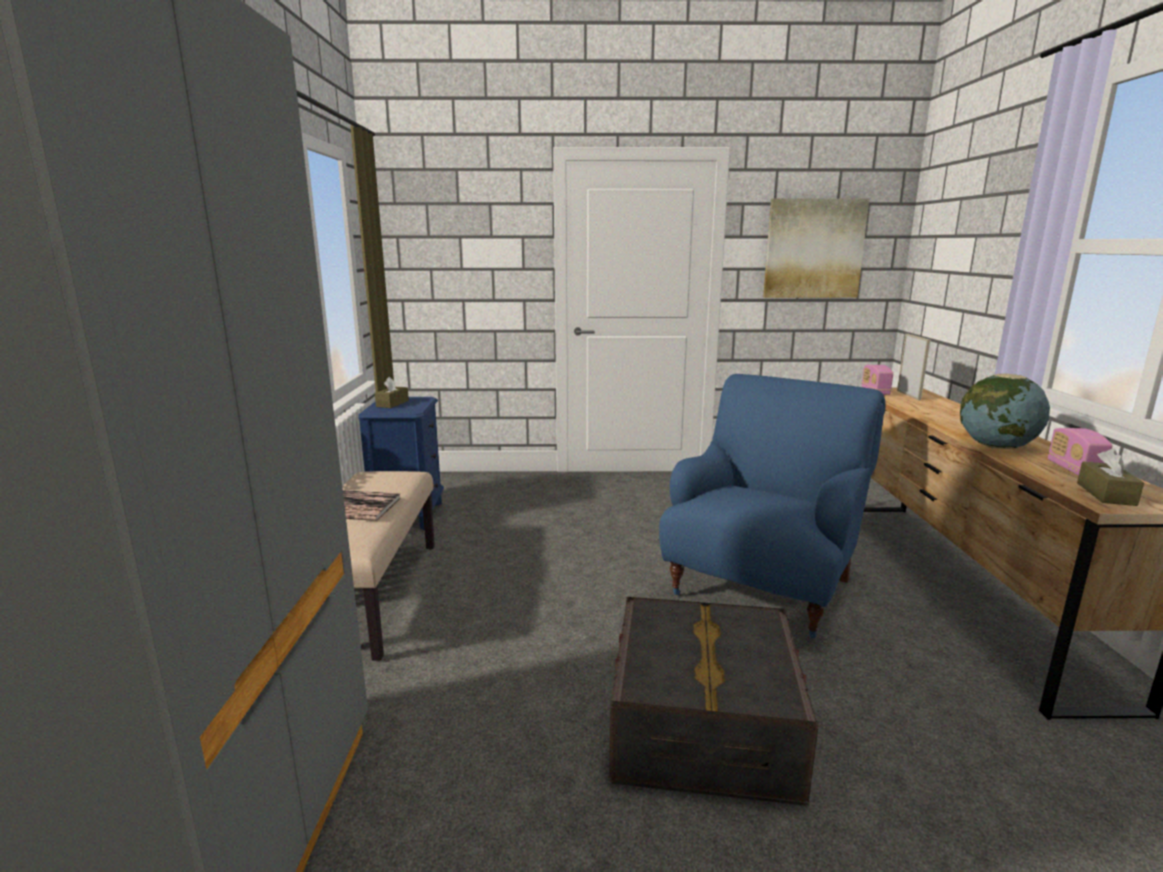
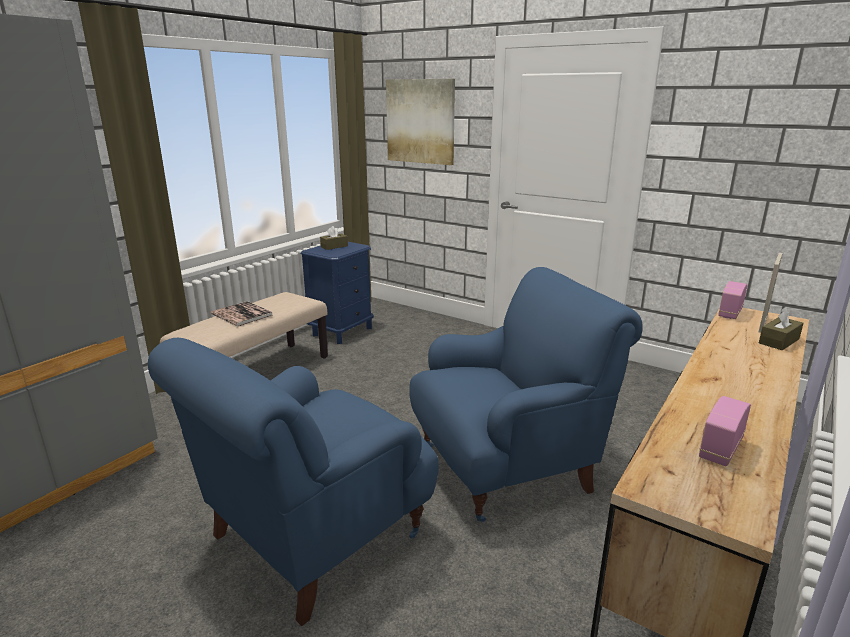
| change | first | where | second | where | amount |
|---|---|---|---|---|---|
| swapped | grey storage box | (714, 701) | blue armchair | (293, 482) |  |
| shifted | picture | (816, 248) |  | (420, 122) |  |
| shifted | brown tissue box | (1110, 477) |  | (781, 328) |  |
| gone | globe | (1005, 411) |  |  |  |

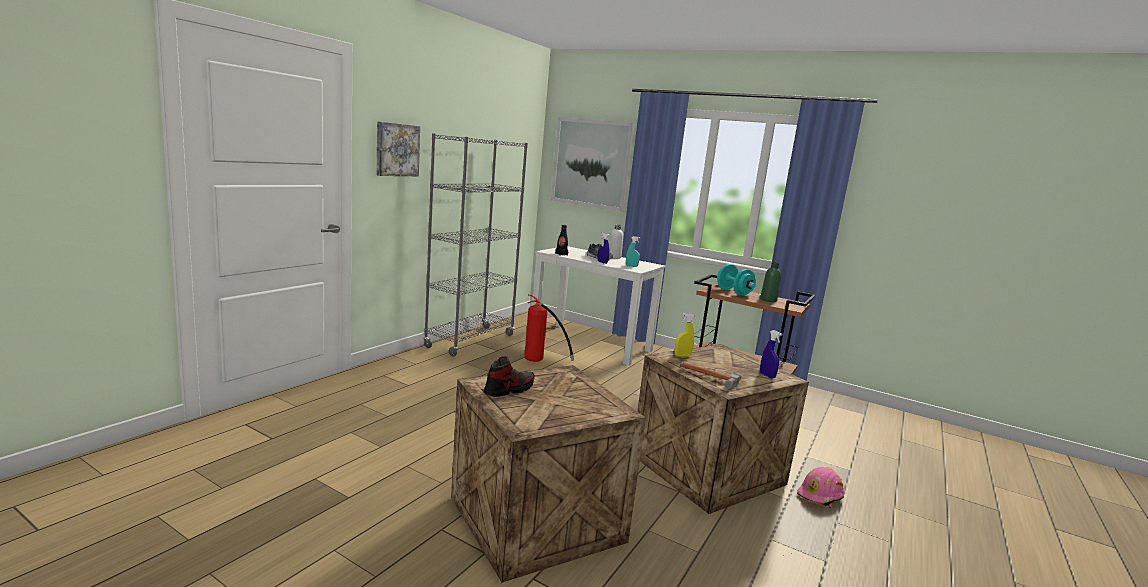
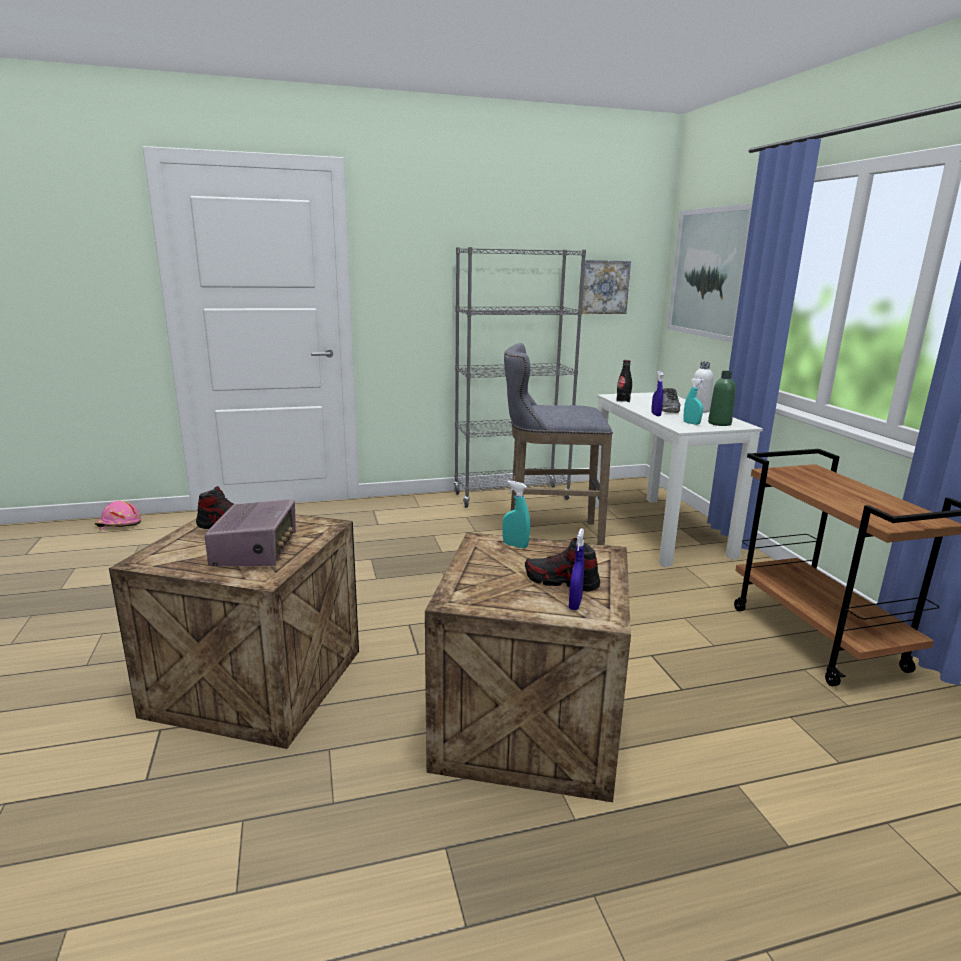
| change | first | where | second | where | amount |
|---|---|---|---|---|---|
| shifted | pink hard hat | (821, 487) |  | (118, 515) |  |
| new |  |  | radio | (250, 532) |  |
| repainted | yellow spray bottle | (685, 335) | turquoise spray bottle | (516, 514) |  |
| swapped | fire extinguisher | (549, 328) | grey stool | (558, 444) |  |
| new |  |  | shoe | (562, 565) |  |
| shifted | picture | (398, 149) |  | (604, 287) |  |
| shifted | green bottle | (770, 282) |  | (722, 398) |  |
| gone | hammer | (711, 375) |  |  |  |
| gone | turquoise dumbbell | (736, 280) |  |  |  |

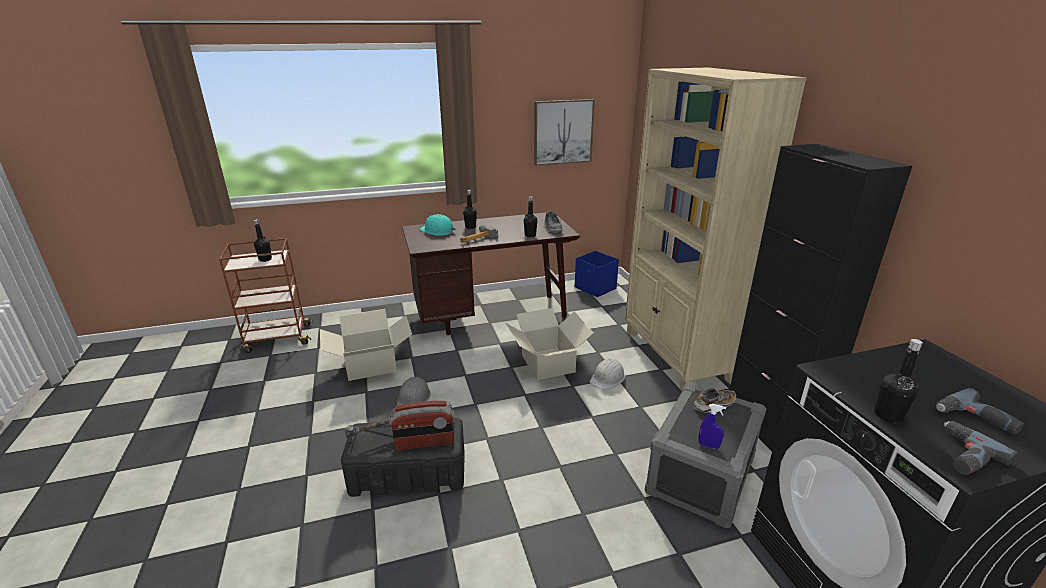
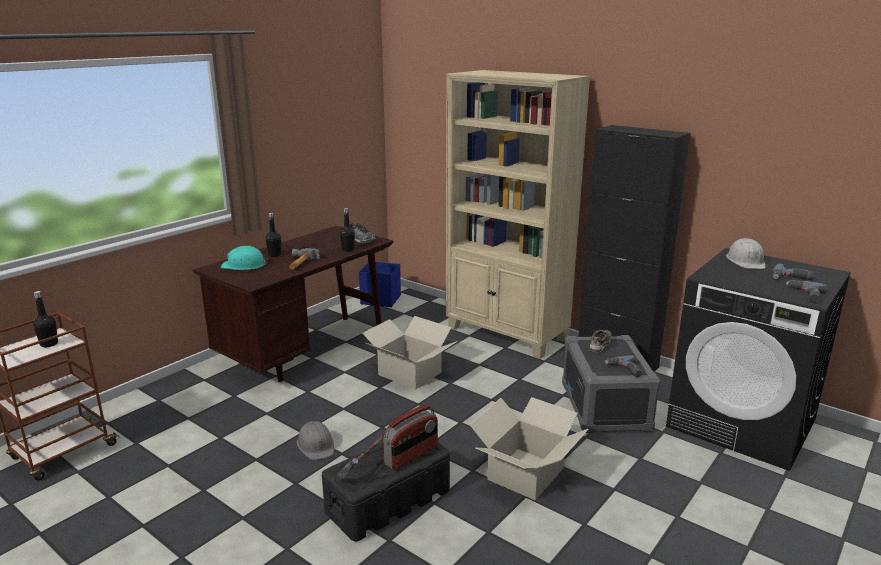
| change | first | where | second | where | amount |
|---|---|---|---|---|---|
| shifted | cardboard box | (366, 345) |  | (529, 448) |  |
| swapped | blue spray bottle | (712, 426) | power drill | (623, 366) |  |
| shifted | white hard hat | (607, 374) |  | (745, 253) |  |
| gone | picture | (564, 132) |  |  |  |
| gone | black bottle | (898, 381) |  |  |  |

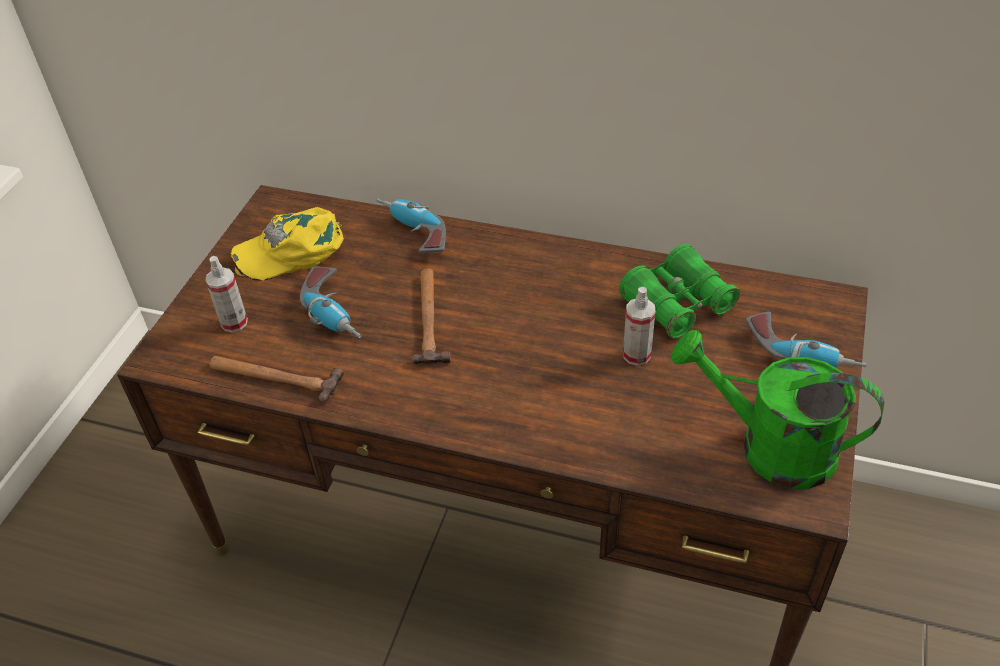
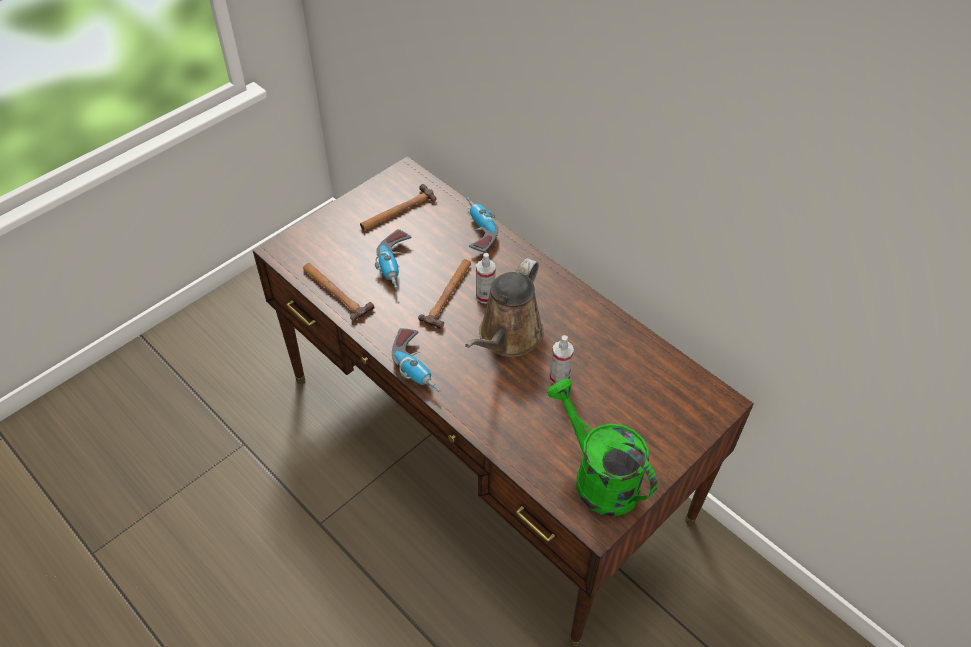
| change | first | where | second | where | amount |
|---|---|---|---|---|---|
| swapped | yellow cap | (287, 243) | hammer | (398, 207) |  |
| shifted | power drill | (806, 340) |  | (416, 360) |  |
| new |  |  | brown watering can | (504, 307) |  |
| shifted | spray bottle | (226, 294) |  | (486, 278) |  |
| gone | green binoculars | (679, 291) |  |  |  |

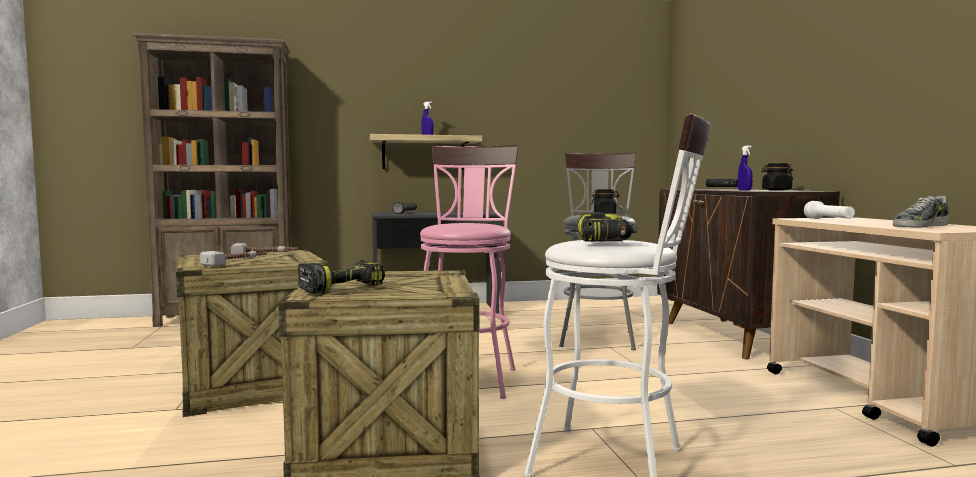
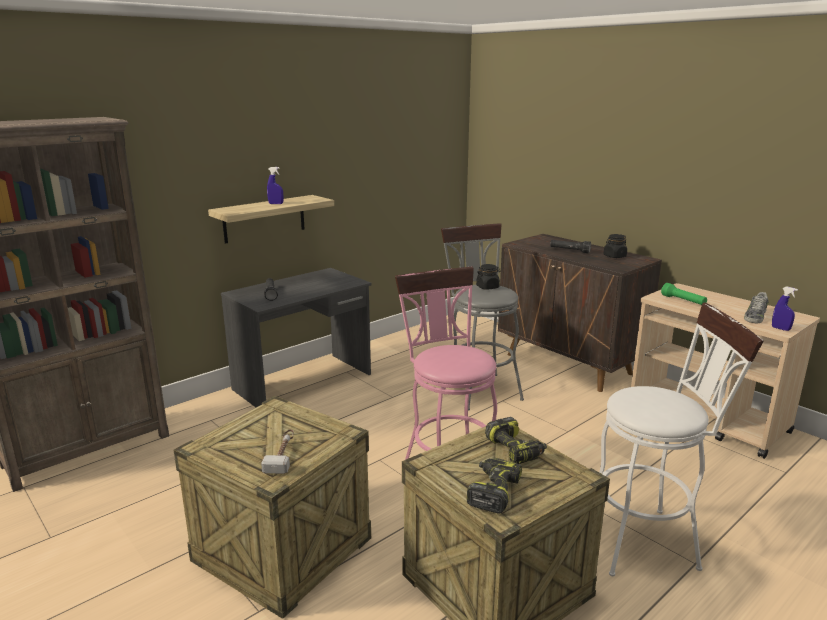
| change | first | where | second | where | amount |
|---|---|---|---|---|---|
| shifted | power drill | (607, 227) |  | (516, 440) |  |
| repainted | white flashlight | (829, 210) | green flashlight | (684, 294) |  |
| shifted | blue spray bottle | (745, 168) |  | (785, 308) |  |
| gone | hammer | (264, 248) |  |  |  |

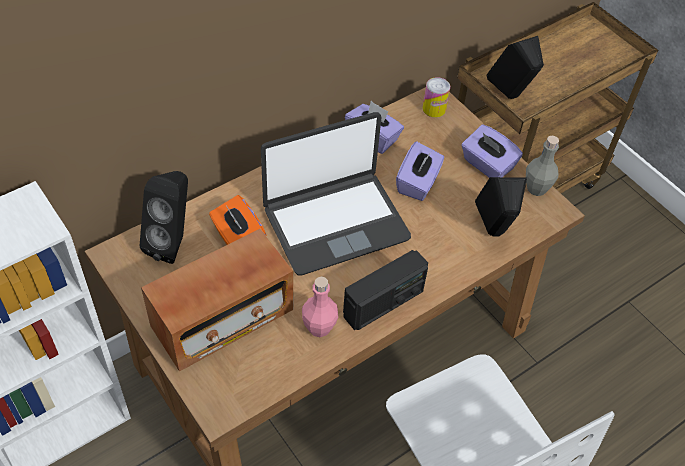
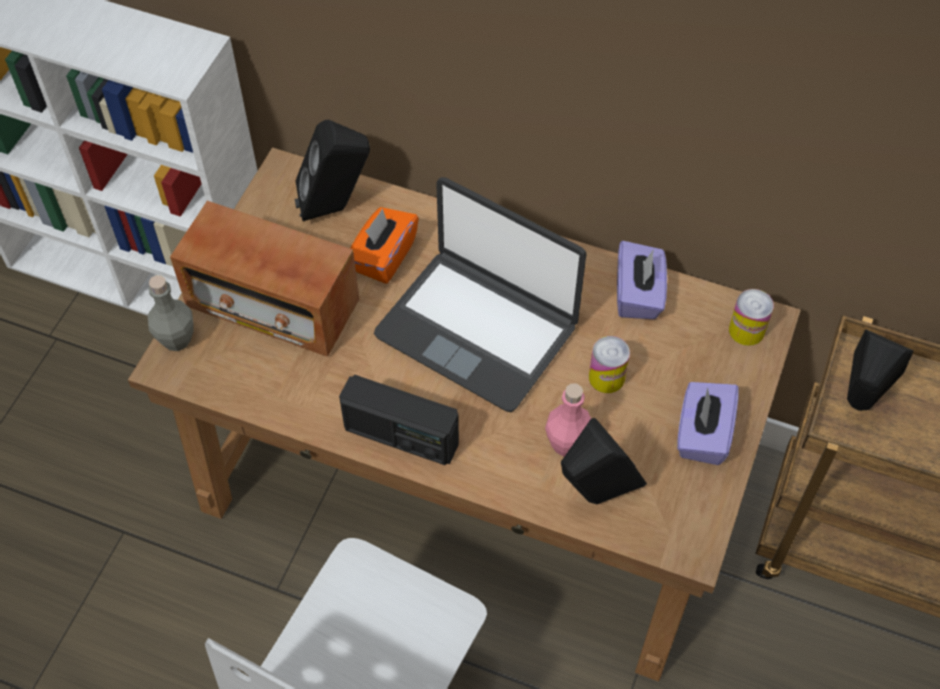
| change | first | where | second | where | amount |
|---|---|---|---|---|---|
| shifted | grey bottle | (542, 165) |  | (170, 313) |  |
| shifted | pink bottle | (320, 307) |  | (568, 420) |  |
| swapped | purple tissue box | (420, 171) | can | (609, 364) |  |

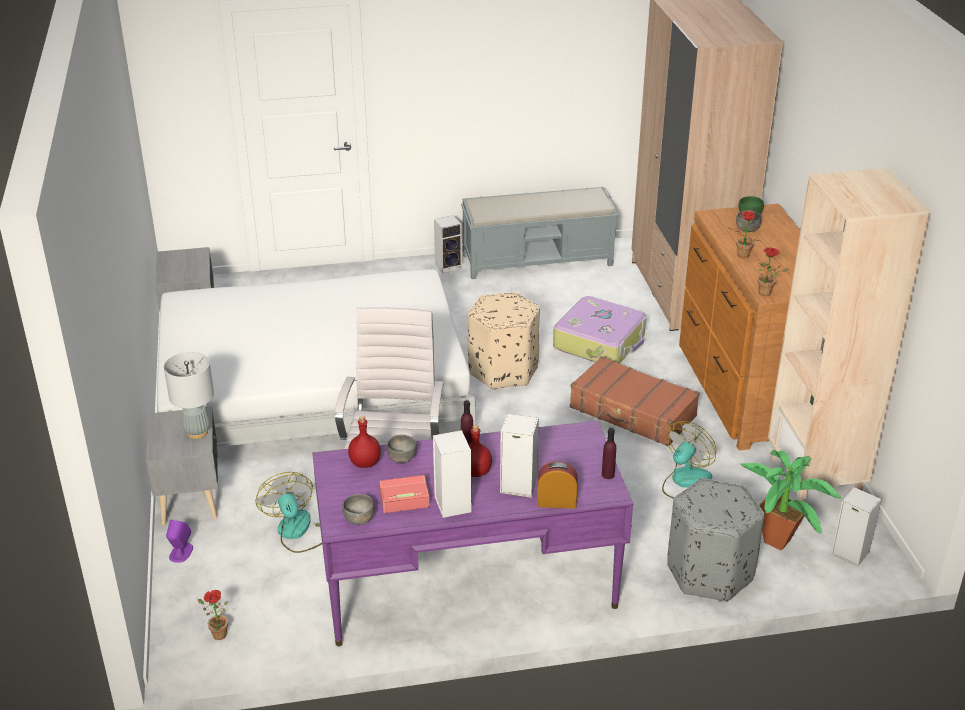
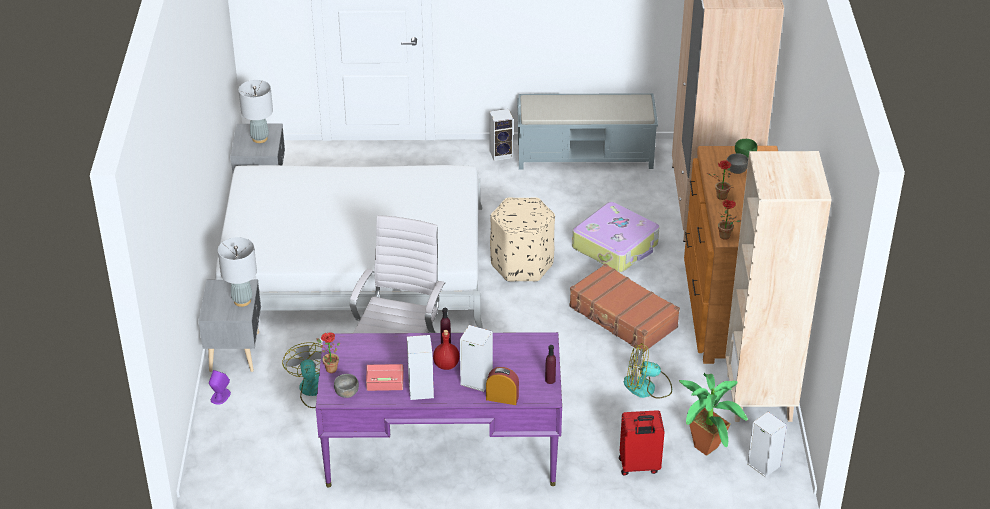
| change | first | where | second | where | amount |
|---|---|---|---|---|---|
| new |  |  | grey table lamp | (255, 111) |  |
| shifted | potted plant | (213, 615) |  | (328, 352) |  |
| swapped | grey ottoman | (715, 540) | red suitcase | (642, 443) |  |
| rotated | fan | (689, 460) |  | (648, 371) | 135 degrees counterclockwise |
| gone | red bottle | (364, 442) |  |  |  |
| gone | grey bowl | (402, 448) |  |  |  |

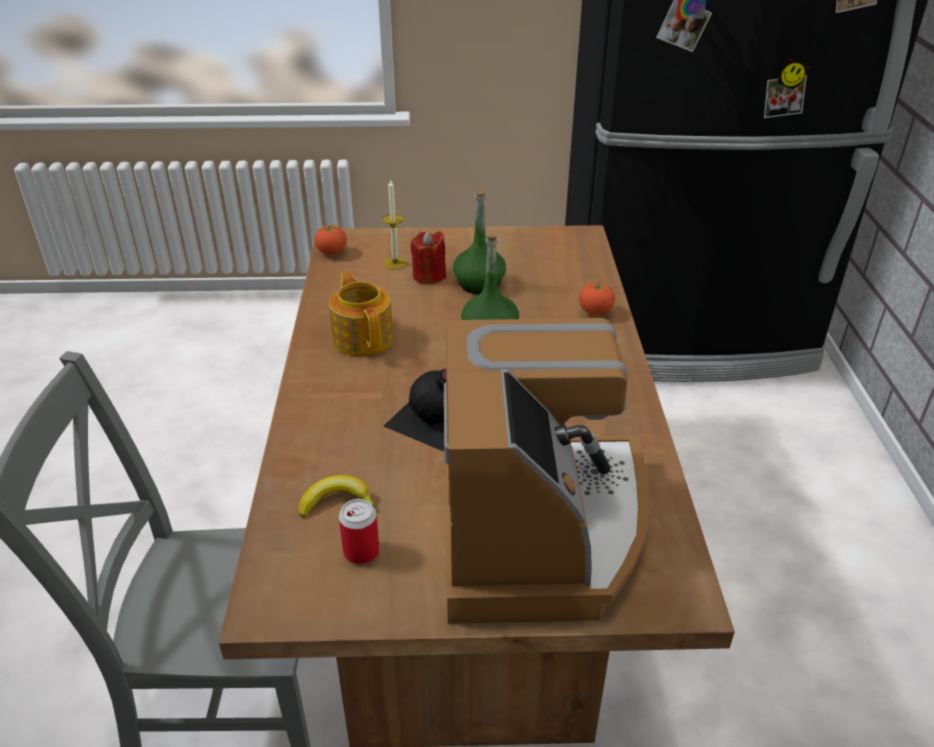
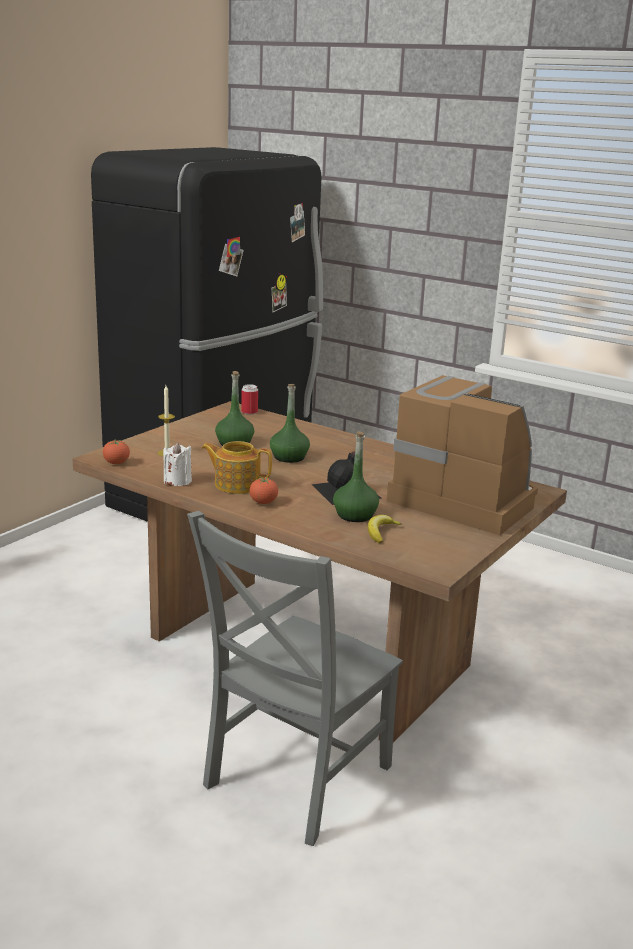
| change | first | where | second | where | amount |
|---|---|---|---|---|---|
| new |  |  | white candle | (177, 464) |  |
| shifted | can | (359, 531) |  | (249, 399) |  |
| shifted | tomato | (597, 298) |  | (263, 490) |  |
| new |  |  | green bottle | (356, 476) |  |
| gone | red candle | (428, 257) |  |  |  |

